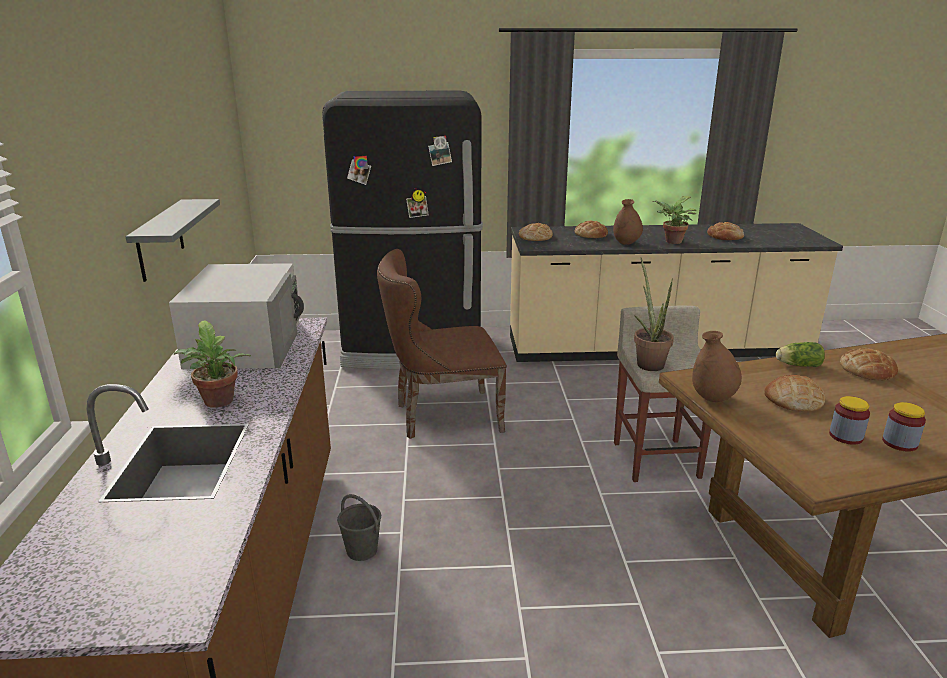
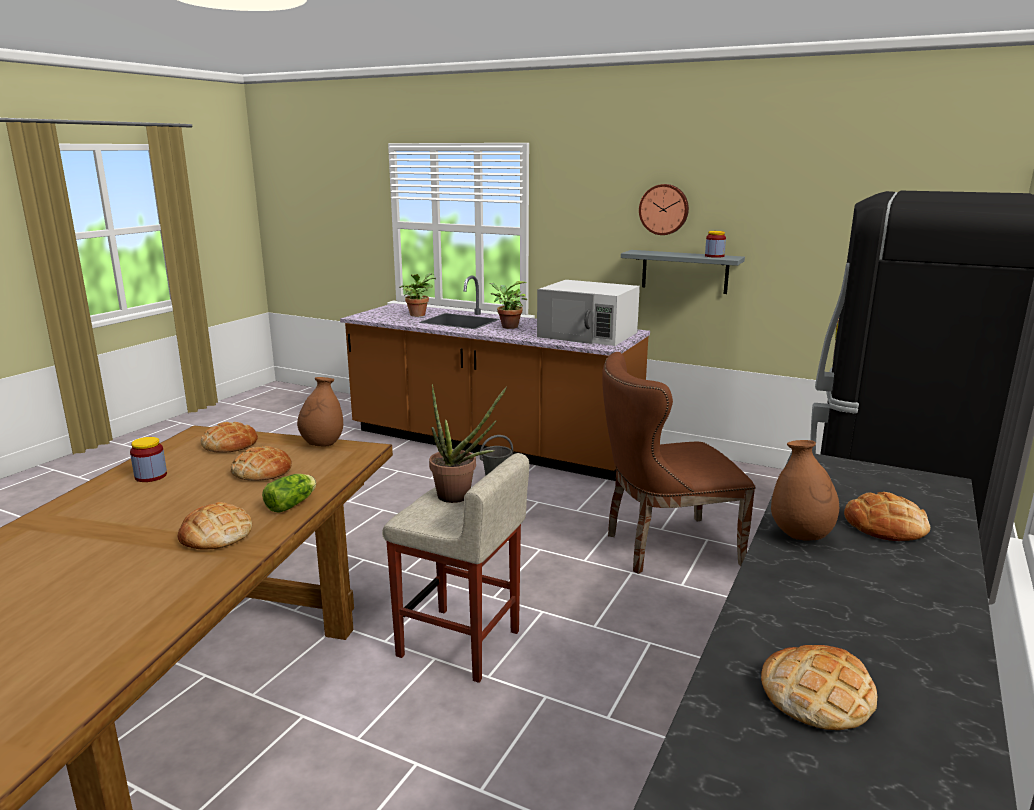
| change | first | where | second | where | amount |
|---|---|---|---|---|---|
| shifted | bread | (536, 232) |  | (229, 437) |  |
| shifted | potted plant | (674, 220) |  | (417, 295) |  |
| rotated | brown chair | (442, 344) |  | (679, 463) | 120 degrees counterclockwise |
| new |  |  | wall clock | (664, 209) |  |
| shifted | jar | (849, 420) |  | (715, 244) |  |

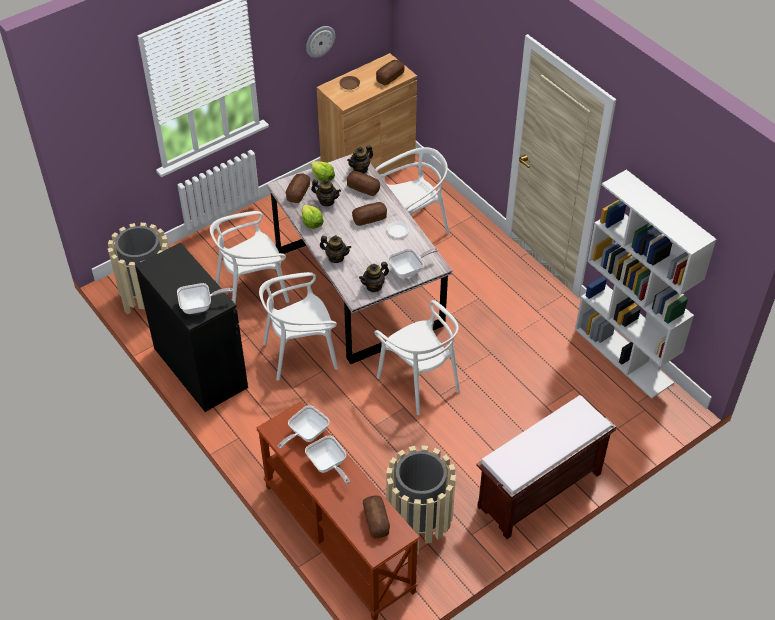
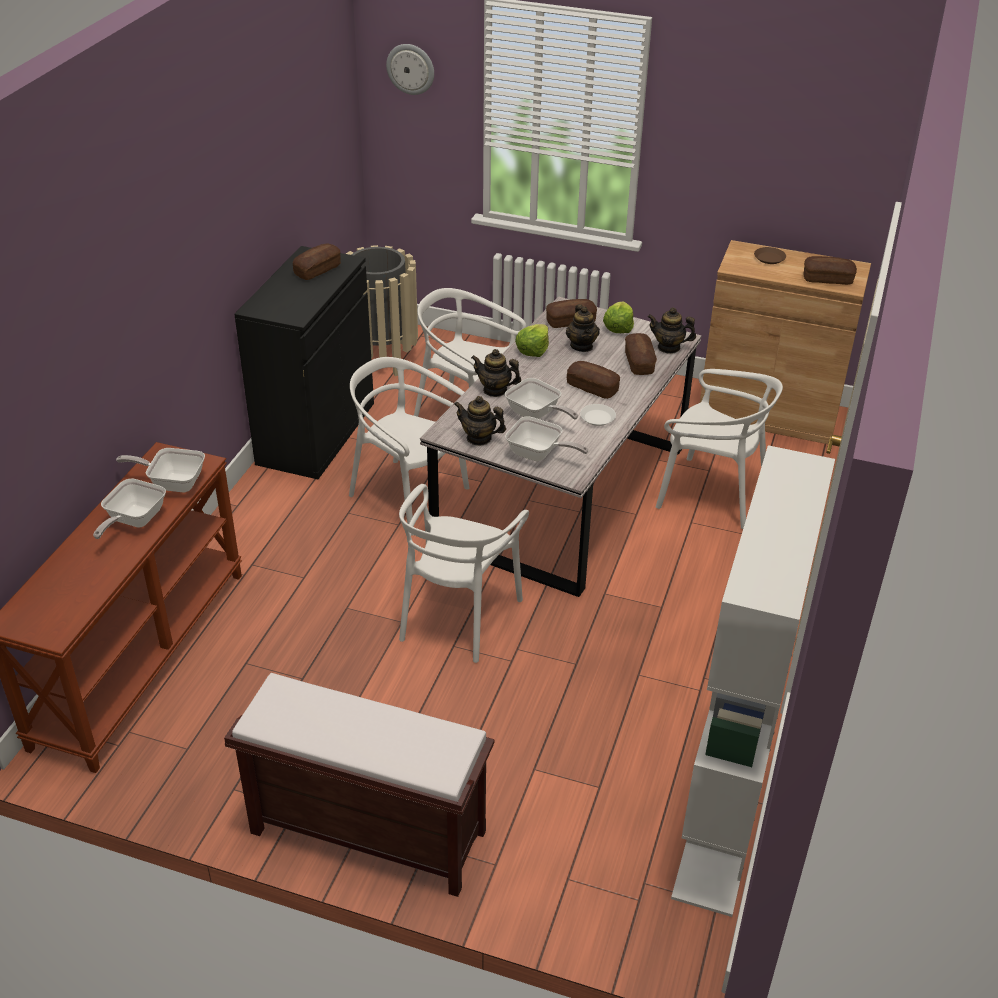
| change | first | where | second | where | amount |
|---|---|---|---|---|---|
| shifted | bread | (376, 516) |  | (317, 262) |  |
| shifted | wall clock | (320, 42) |  | (410, 69) |  |
| rotated | teapot | (335, 249) |  | (496, 373) | 120 degrees clockwise |
| shifted | frying pan | (205, 298) |  | (541, 398) |  |
| gone | beige trash can | (421, 499) |  |  |  |

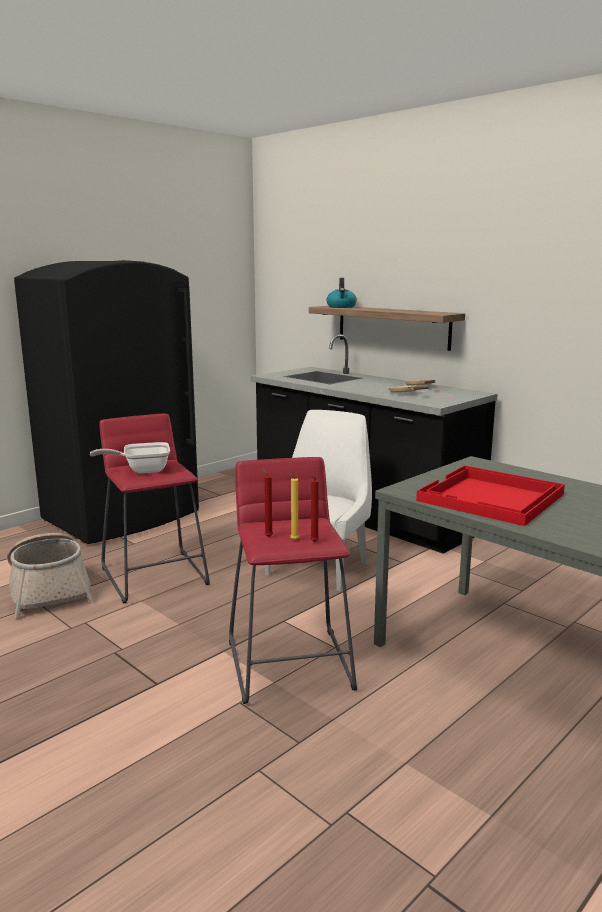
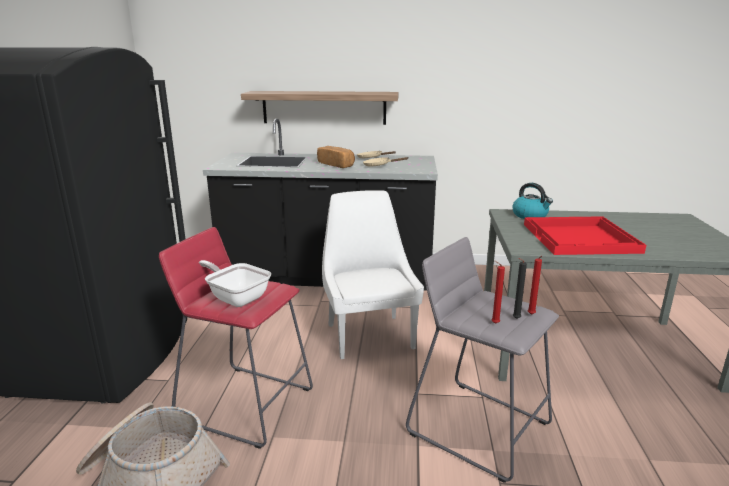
| change | first | where | second | where | amount |
|---|---|---|---|---|---|
| rotated | frying pan | (130, 457) |  | (235, 283) | 90 degrees clockwise |
| new |  |  | bread | (336, 157) |  |
| repainted | red stool | (293, 580) | grey stool | (482, 360) |  |
| shifted | kettle | (342, 293) |  | (533, 201) |  |
| repainted | yellow candle | (293, 506) | black candle | (520, 288) |  |

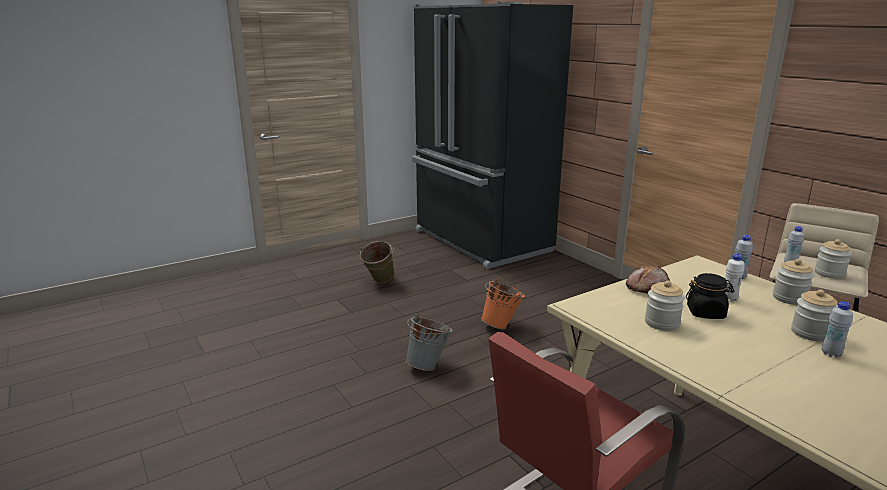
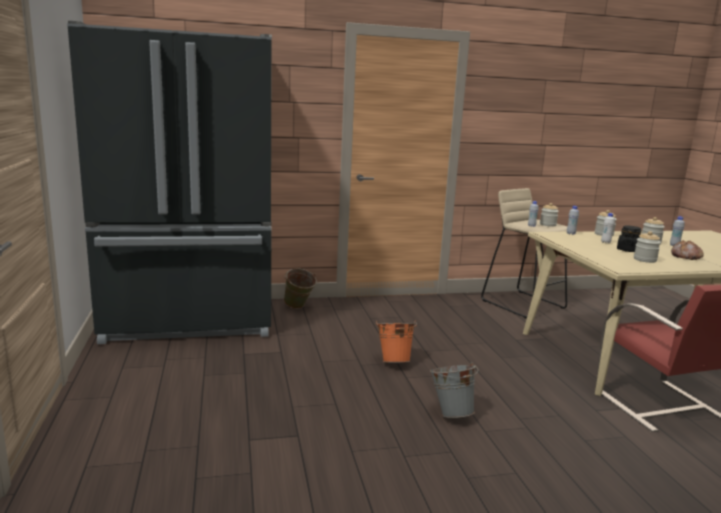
| change | first | where | second | where | amount |
|---|---|---|---|---|---|
| shifted | green bucket | (377, 262) |  | (300, 288) |  |
| shifted | bread | (648, 280) |  | (687, 250) |  |

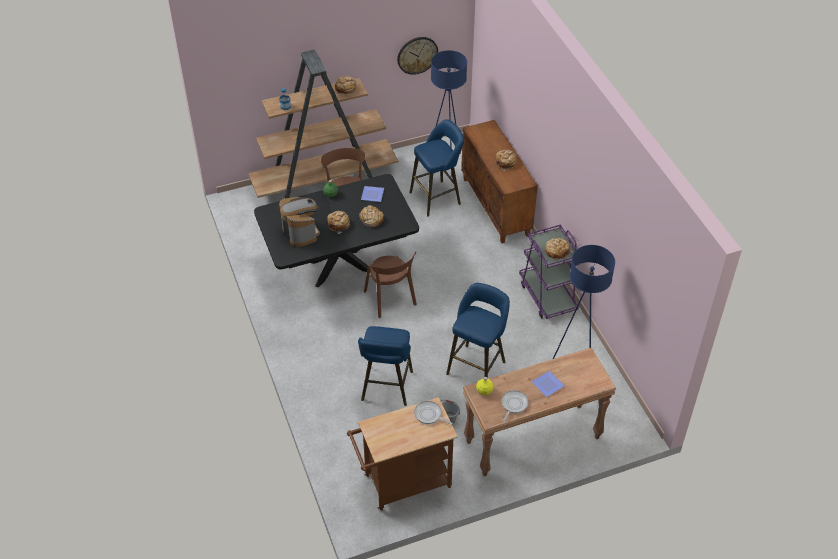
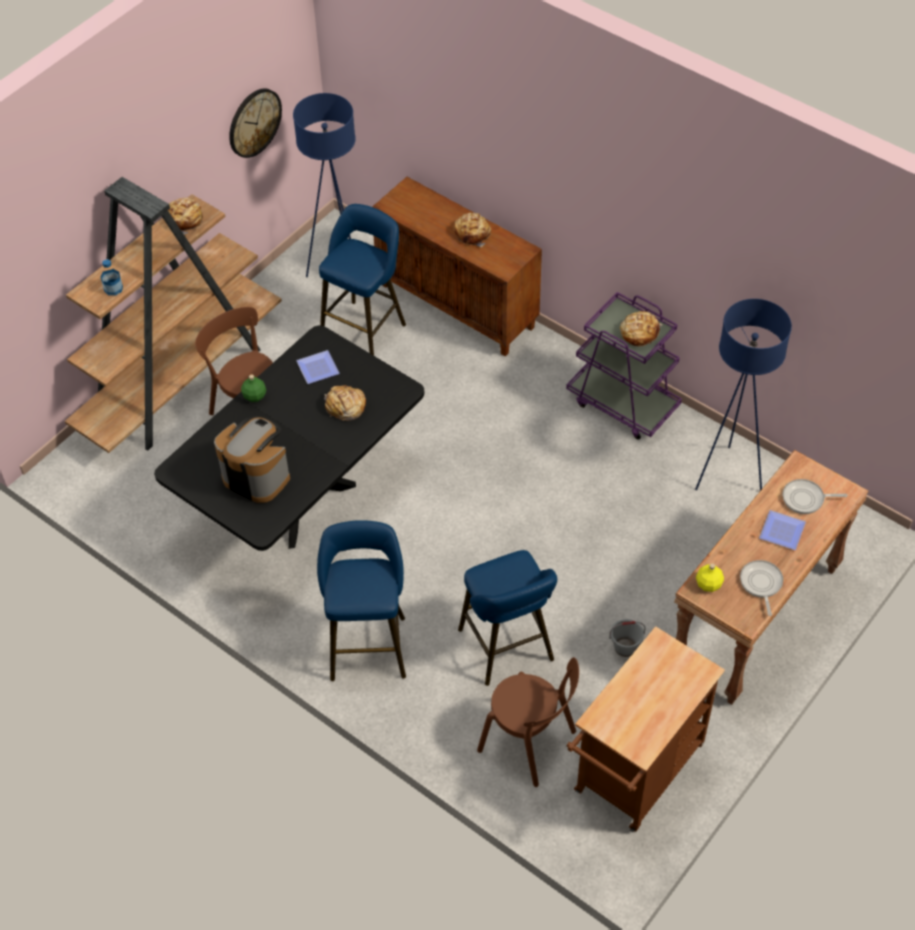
| change | first | where | second | where | amount |
|---|---|---|---|---|---|
| shifted | blue stool | (478, 330) |  | (361, 600) |  |
| shifted | brown chair | (390, 285) |  | (528, 722) |  |
| shifted | frying pan | (433, 413) |  | (815, 496) |  |
| gone | bread | (338, 222) |  |  |  |

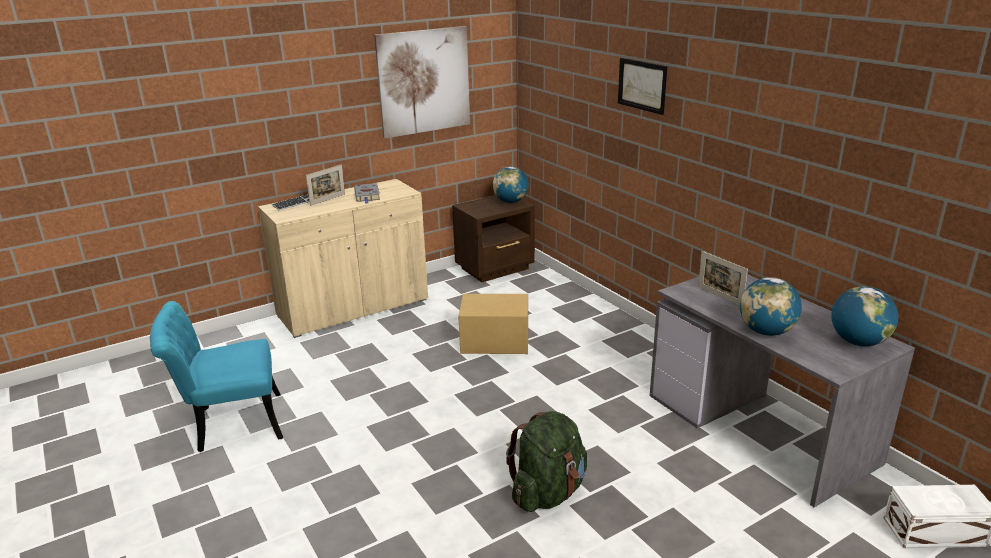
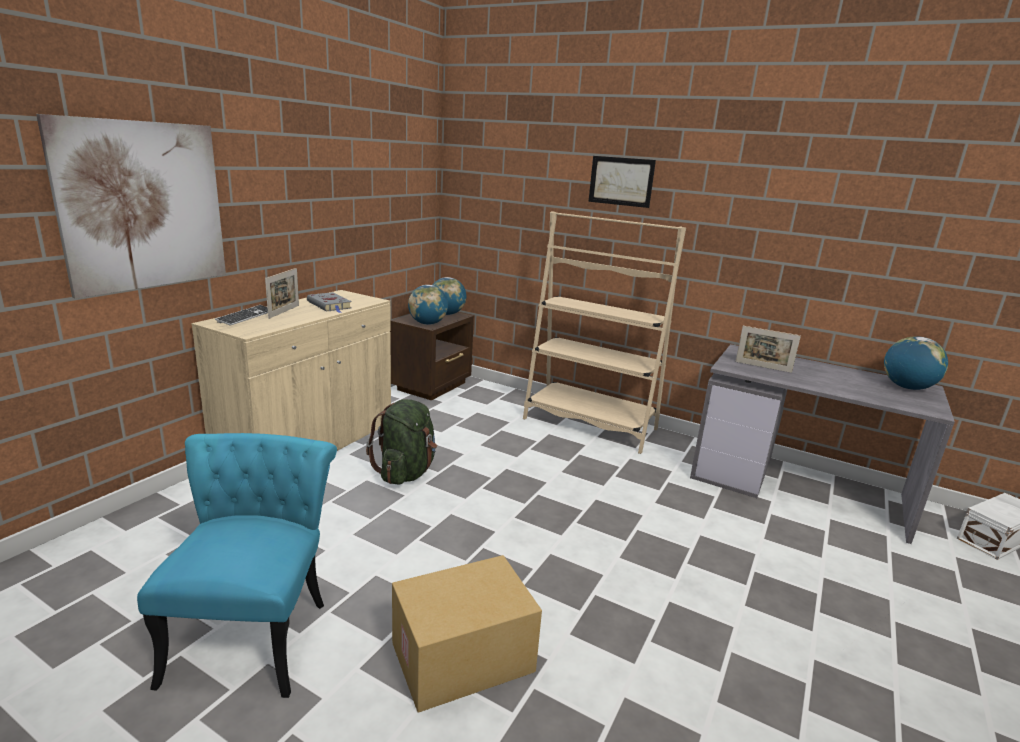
| change | first | where | second | where | amount |
|---|---|---|---|---|---|
| shifted | picture | (422, 82) |  | (131, 206) |  |
| rotated | turquoise chair | (216, 376) |  | (237, 565) | 135 degrees clockwise |
| shifted | green backpack | (546, 461) |  | (401, 442) |  |
| shifted | cardboard box | (493, 324) |  | (467, 634) |  |
| shifted | globe | (771, 306) |  | (428, 305) |  |
| new |  |  | beige bookcase | (604, 332) |  |

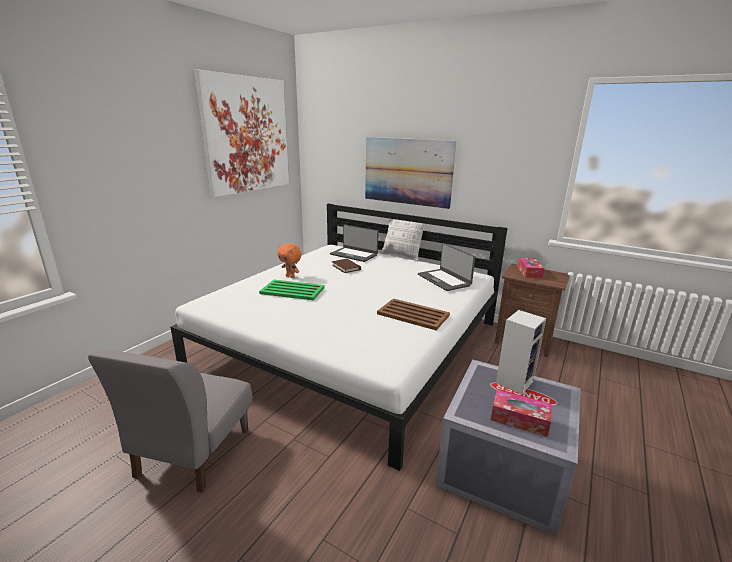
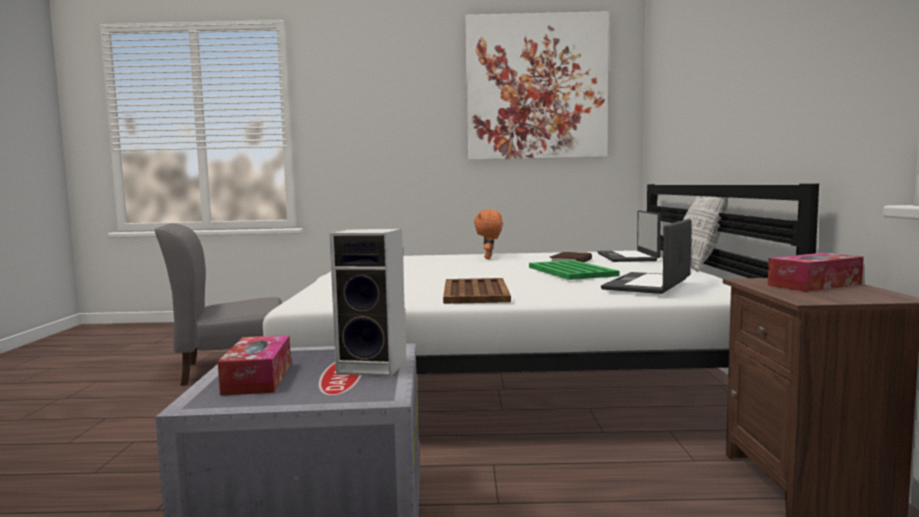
| change | first | where | second | where | amount |
|---|---|---|---|---|---|
| shifted | green tray | (292, 290) |  | (574, 270) |  |
| gone | picture | (410, 173) |  |  |  |

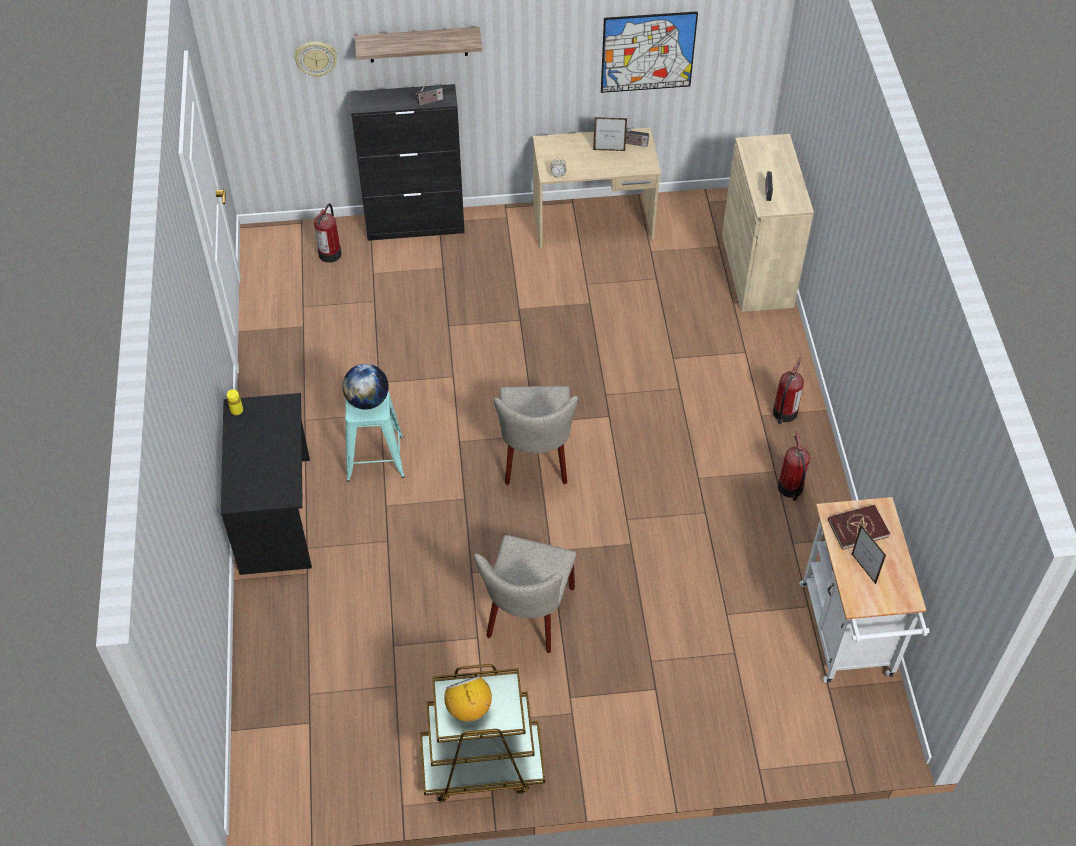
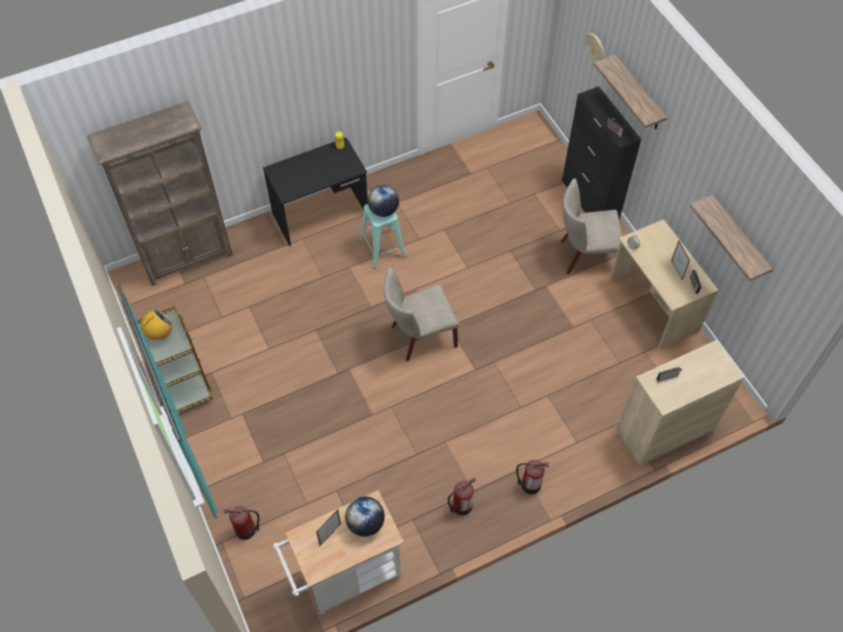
| change | first | where | second | where | amount |
|---|---|---|---|---|---|
| new |  |  | brown bookcase | (160, 193) |  |
| shifted | fire extinguisher | (327, 233) |  | (241, 523) |  |
| swapped | red book | (859, 527) | globe | (365, 517) |  |
| shifted | beige chair | (525, 594) |  | (592, 226) |  |
| swapped | picture | (649, 52) | shelf | (731, 238) |  |

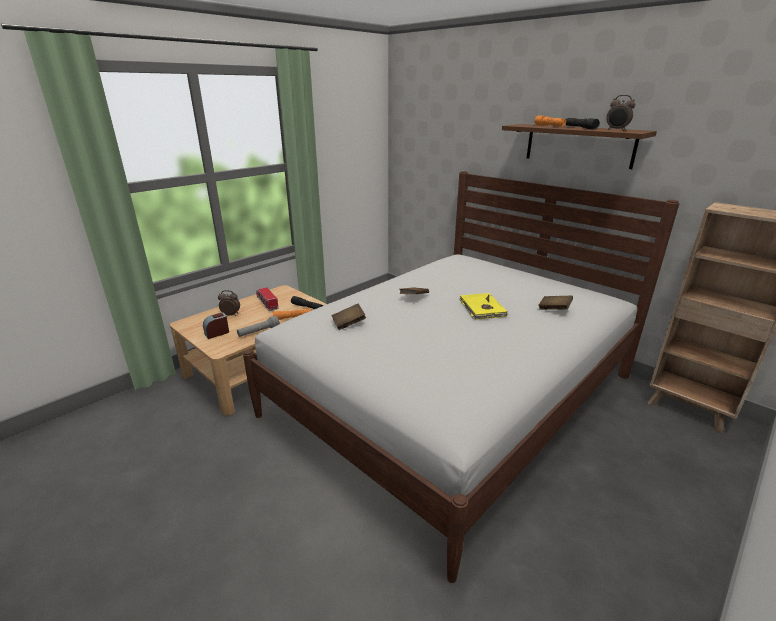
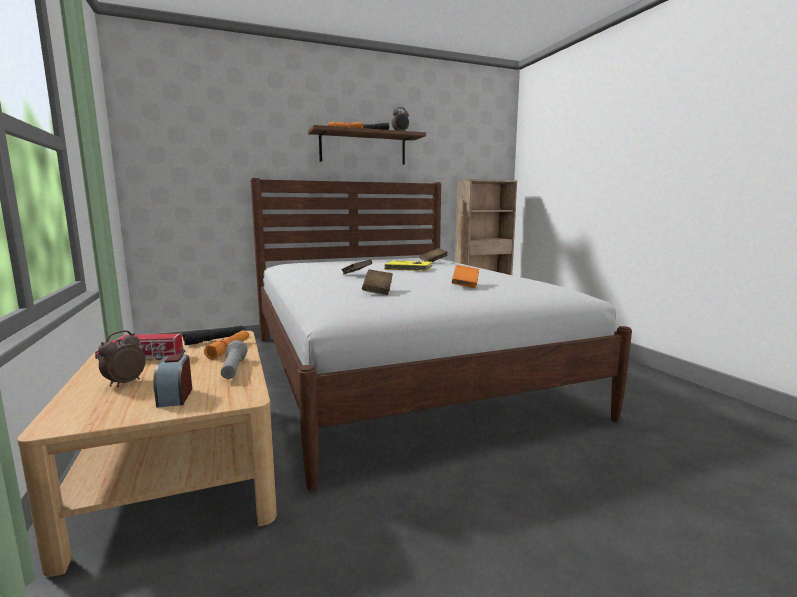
| change | first | where | second | where | amount |
|---|---|---|---|---|---|
| new |  |  | orange book | (465, 276) |  |

